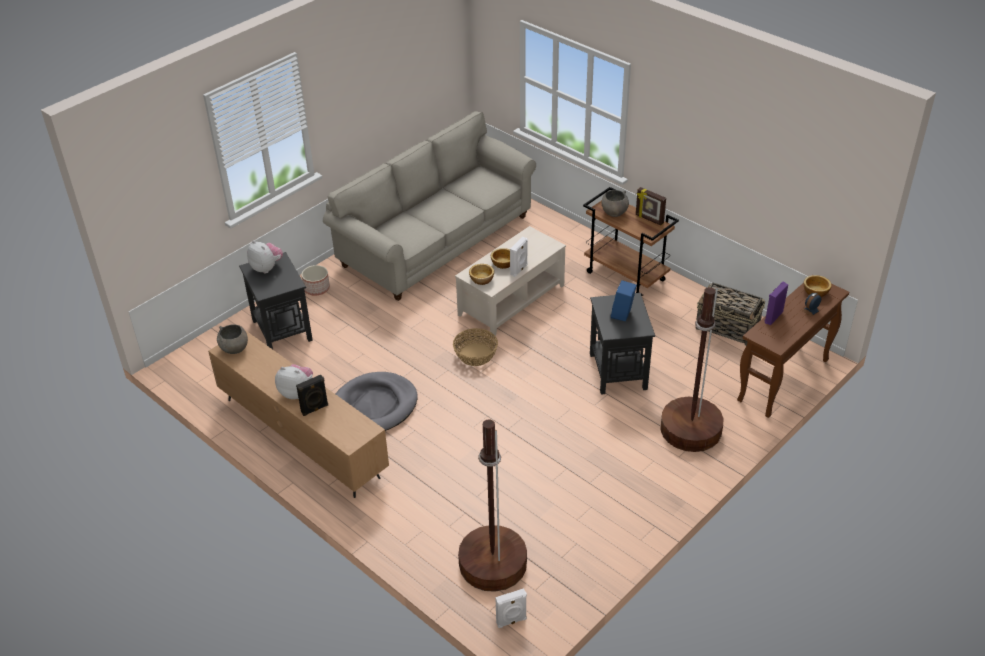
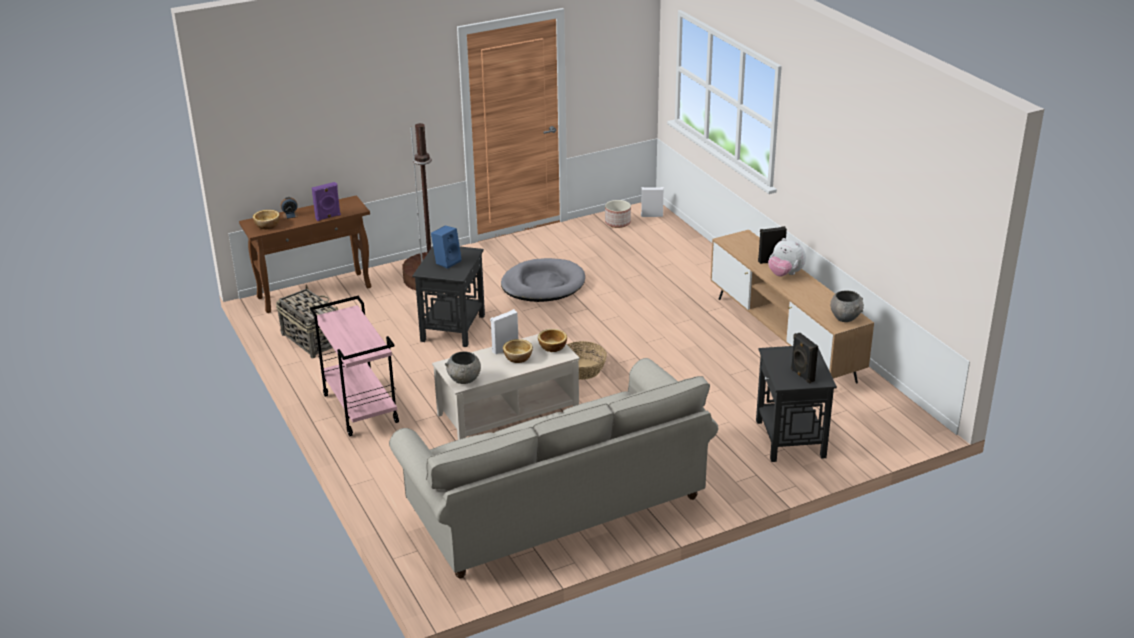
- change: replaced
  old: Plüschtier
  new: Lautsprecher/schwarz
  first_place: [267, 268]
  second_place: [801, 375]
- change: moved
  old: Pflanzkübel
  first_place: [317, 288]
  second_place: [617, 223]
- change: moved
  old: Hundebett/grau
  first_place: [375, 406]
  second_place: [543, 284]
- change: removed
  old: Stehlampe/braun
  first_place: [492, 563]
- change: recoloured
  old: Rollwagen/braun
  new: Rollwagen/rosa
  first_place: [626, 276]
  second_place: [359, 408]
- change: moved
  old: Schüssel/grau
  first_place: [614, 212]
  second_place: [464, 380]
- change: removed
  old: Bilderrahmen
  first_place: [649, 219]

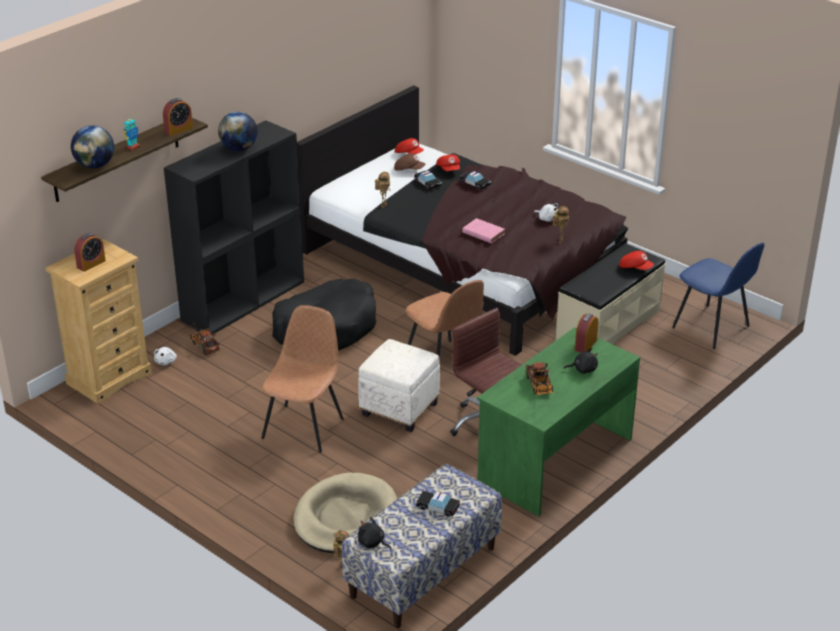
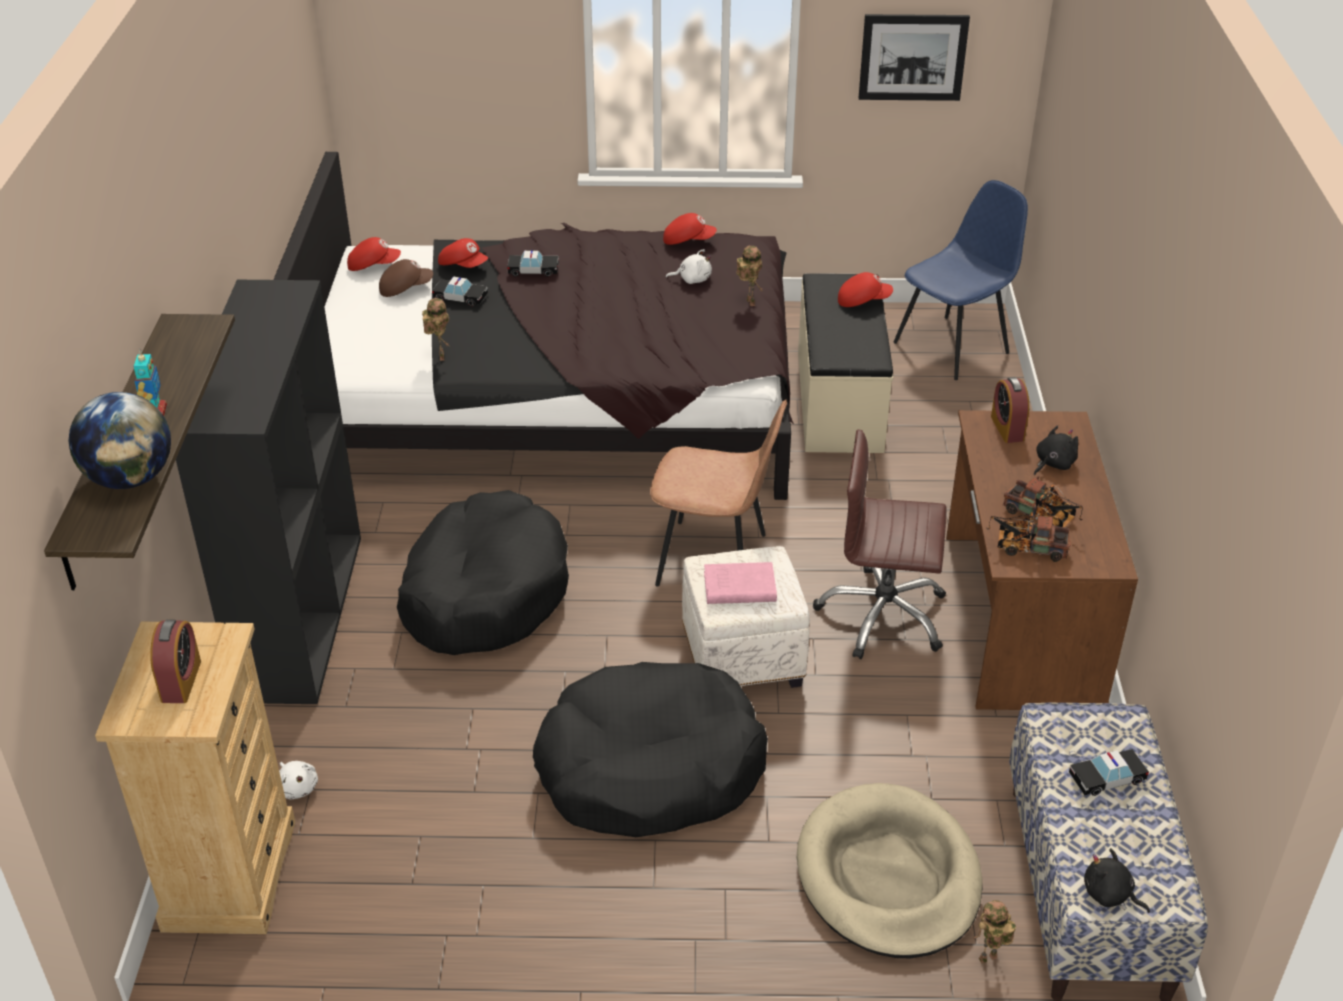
- change: removed
  old: Wecker
  first_place: [178, 129]
- change: moved
  old: Spielzeuglaster
  first_place: [204, 345]
  second_place: [1026, 548]
- change: removed
  old: Globus
  first_place: [239, 148]
- change: replaced
  old: Stuhl/braun
  new: Hundebett/schwarz
  first_place: [304, 427]
  second_place: [649, 769]
- change: turned
  old: Plüschtier/schwarz
  first_place: [372, 543]
  second_place: [1110, 895]
  degrees: 45
- change: moved
  old: Buch/rosa
  first_place: [482, 233]
  second_place: [737, 587]
- change: recoloured
  old: Schreibtisch/grün
  new: Schreibtisch/braun
  first_place: [554, 460]
  second_place: [1018, 619]
- change: turned
  old: Stuhl/blau
  first_place: [712, 328]
  second_place: [953, 347]
  degrees: -45
- change: added
  new: Kappe/rot
  second_place: [688, 241]
- change: added
  new: Bild
  second_place: [913, 57]

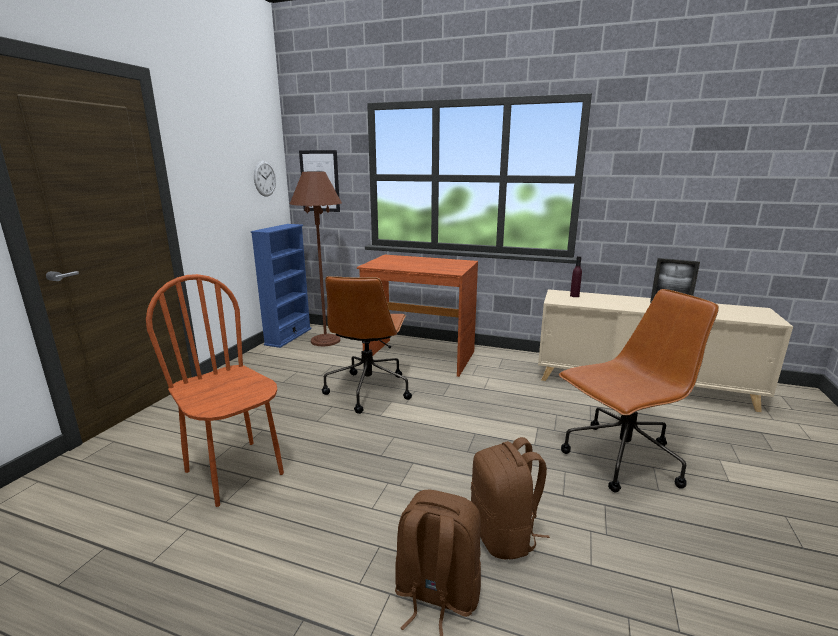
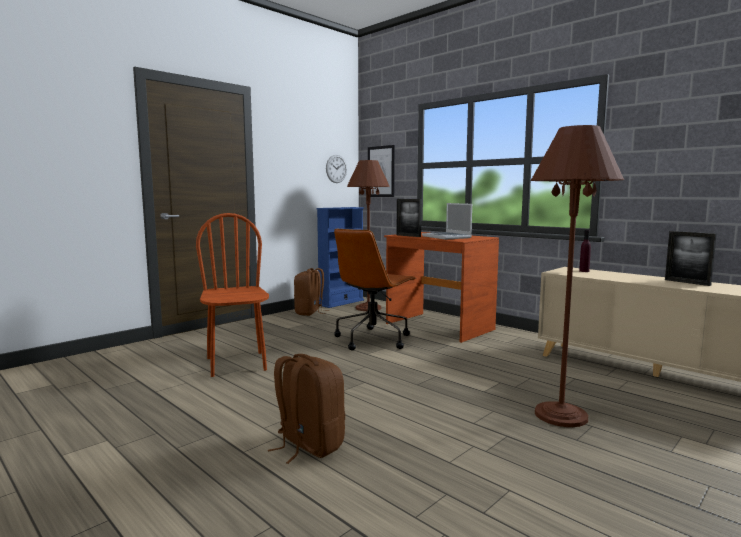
- change: moved
  old: Rucksack/braun
  first_place: [504, 535]
  second_place: [310, 313]
- change: replaced
  old: Bürostuhl/braun
  new: Stehlampe/braun
  first_place: [620, 460]
  second_place: [561, 415]
- change: added
  new: Bilderrahmen
  second_place: [408, 236]
- change: added
  new: Laptop
  second_place: [447, 237]

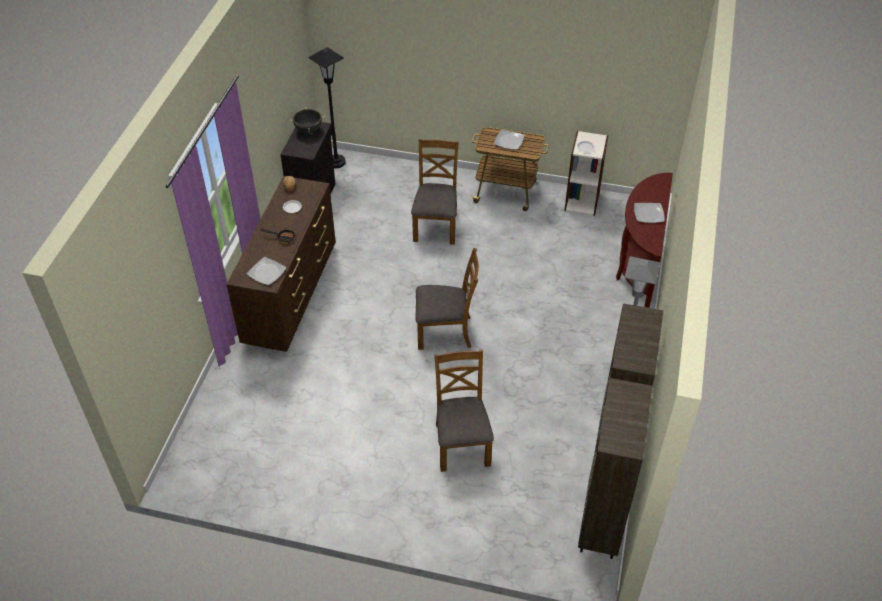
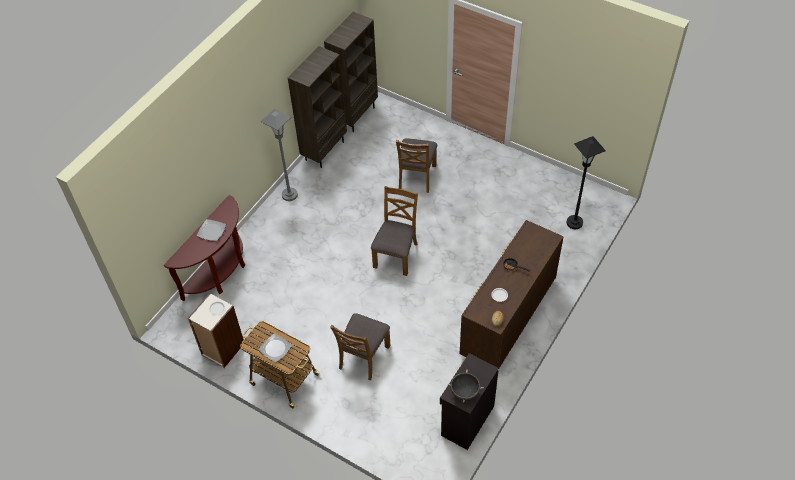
- change: removed
  old: Teller
  first_place: [266, 273]
- change: moved
  old: Stehlampe/schwarz
  first_place: [336, 162]
  second_place: [574, 223]
- change: turned
  old: Stuhl/braun
  first_place: [445, 332]
  second_place: [396, 255]
  degrees: 90

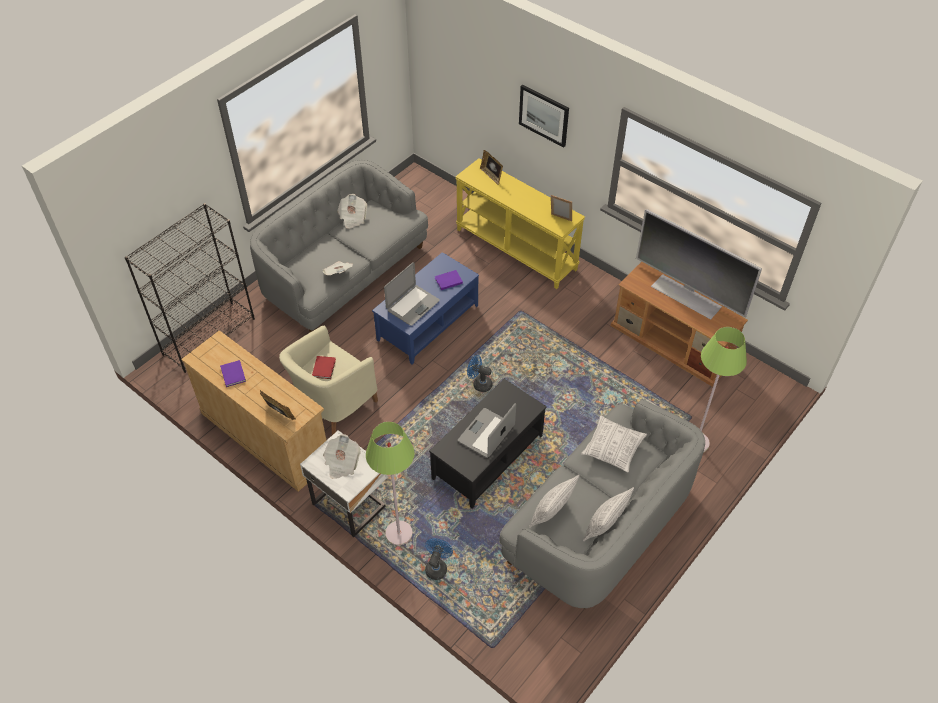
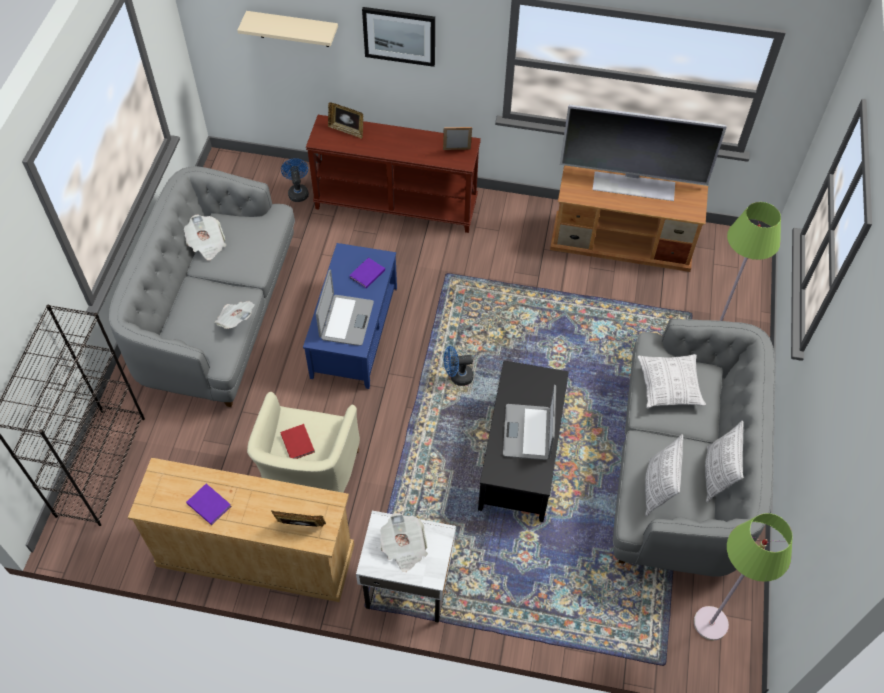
- change: moved
  old: Stehlampe/grün
  first_place: [399, 533]
  second_place: [710, 623]
- change: moved
  old: Ventilator/blau
  first_place: [437, 566]
  second_place: [297, 192]
- change: recoloured
  old: Konsolentisch/gelb
  new: Konsolentisch/braun
  first_place: [517, 249]
  second_place: [396, 204]
- change: added
  new: Wandregal/beige
  second_place: [293, 29]

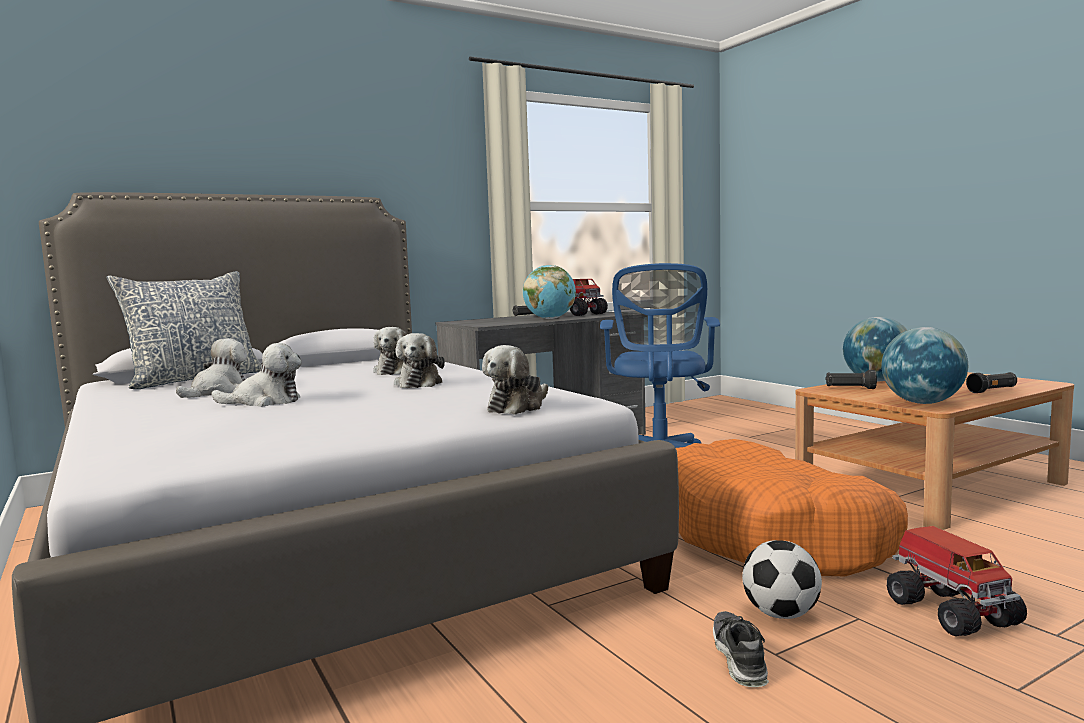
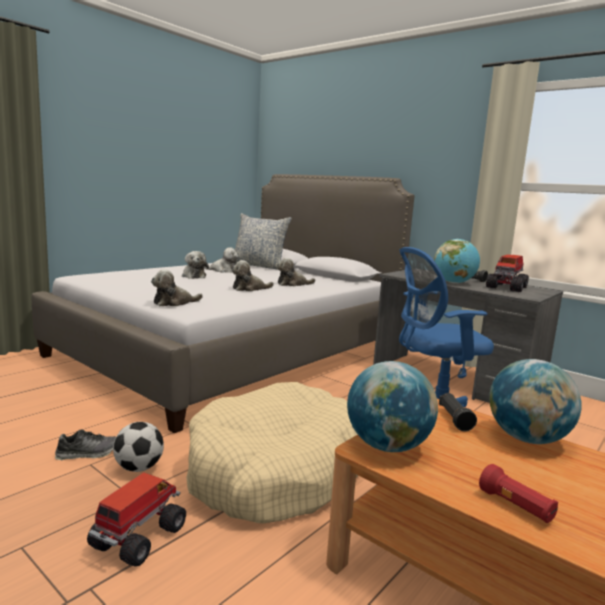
- change: turned
  old: Plüschtier
  first_place: [517, 407]
  second_place: [174, 303]
  degrees: -45
- change: recoloured
  old: Hundebett/orange
  new: Hundebett/beige
  first_place: [773, 536]
  second_place: [275, 470]
- change: turned
  old: Spielzeuglaster
  first_place: [950, 611]
  second_place: [137, 538]
  degrees: 150
- change: recoloured
  old: Taschenlampe/schwarz
  new: Taschenlampe/rot
  first_place: [992, 391]
  second_place: [516, 507]

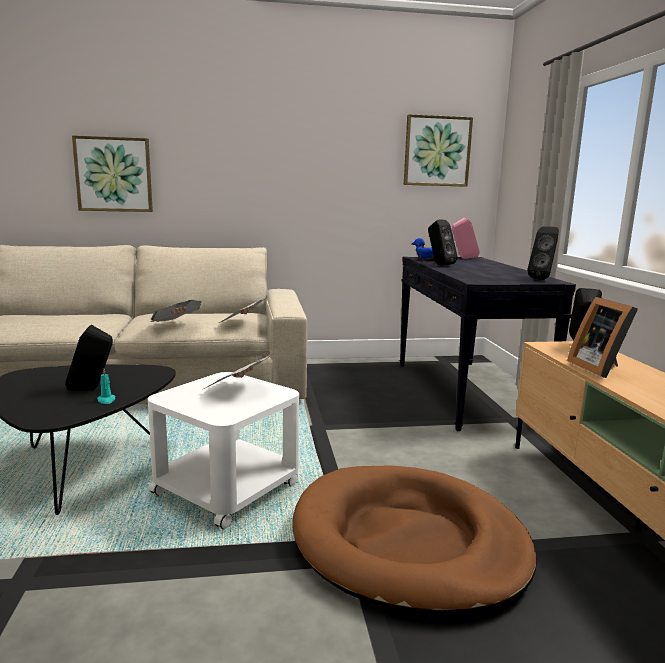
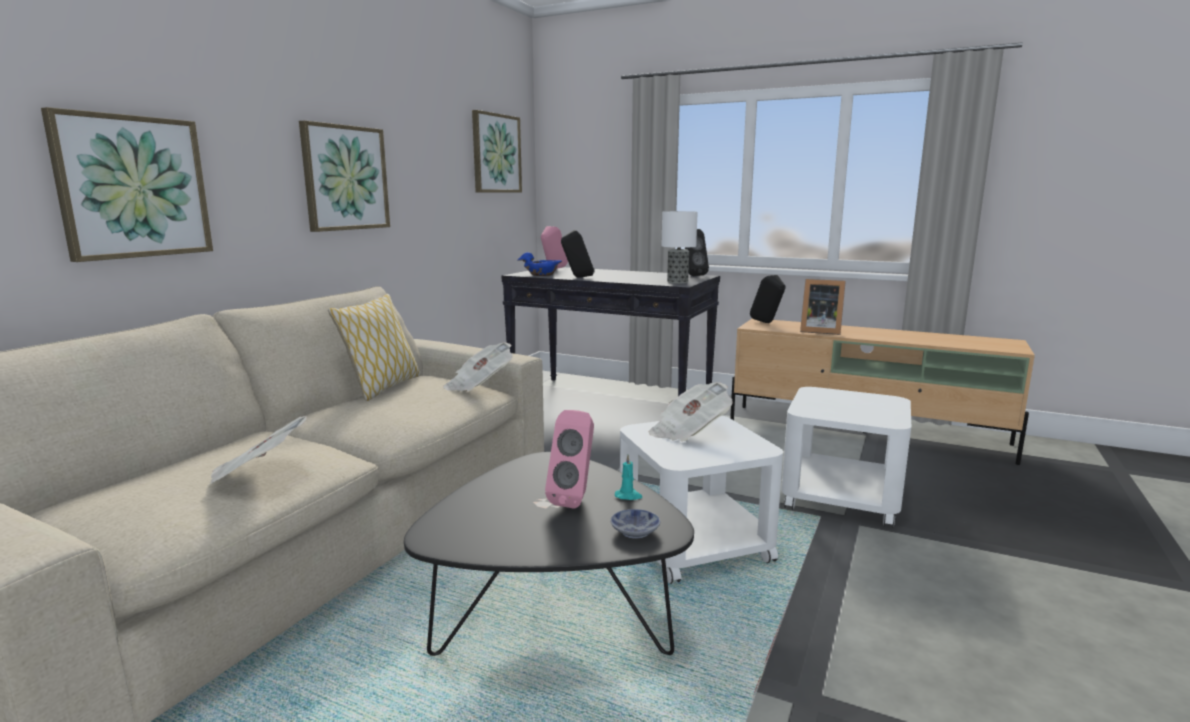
- change: recoloured
  old: Lautsprecher/schwarz
  new: Lautsprecher/rosa
  first_place: [92, 389]
  second_place: [575, 499]
- change: moved
  old: Zeitung
  first_place: [176, 325]
  second_place: [258, 474]
- change: replaced
  old: Hundebett/braun
  new: Beistelltisch/weiß
  first_place: [408, 542]
  second_place: [841, 497]
- change: added
  new: Bild
  second_place: [345, 178]
- change: added
  new: Kissen
  second_place: [382, 388]
- change: added
  new: Schüssel
  second_place: [637, 531]
- change: added
  new: Tischlampe
  second_place: [678, 282]

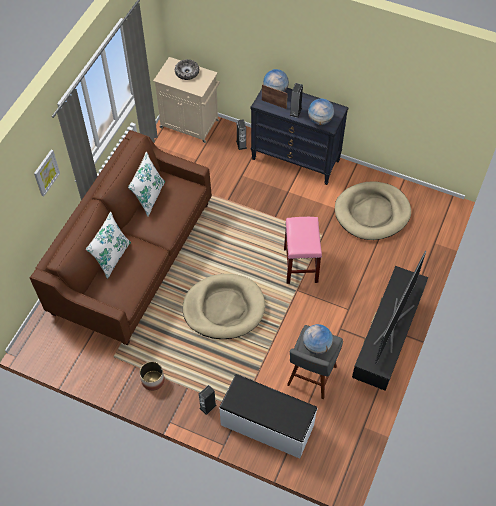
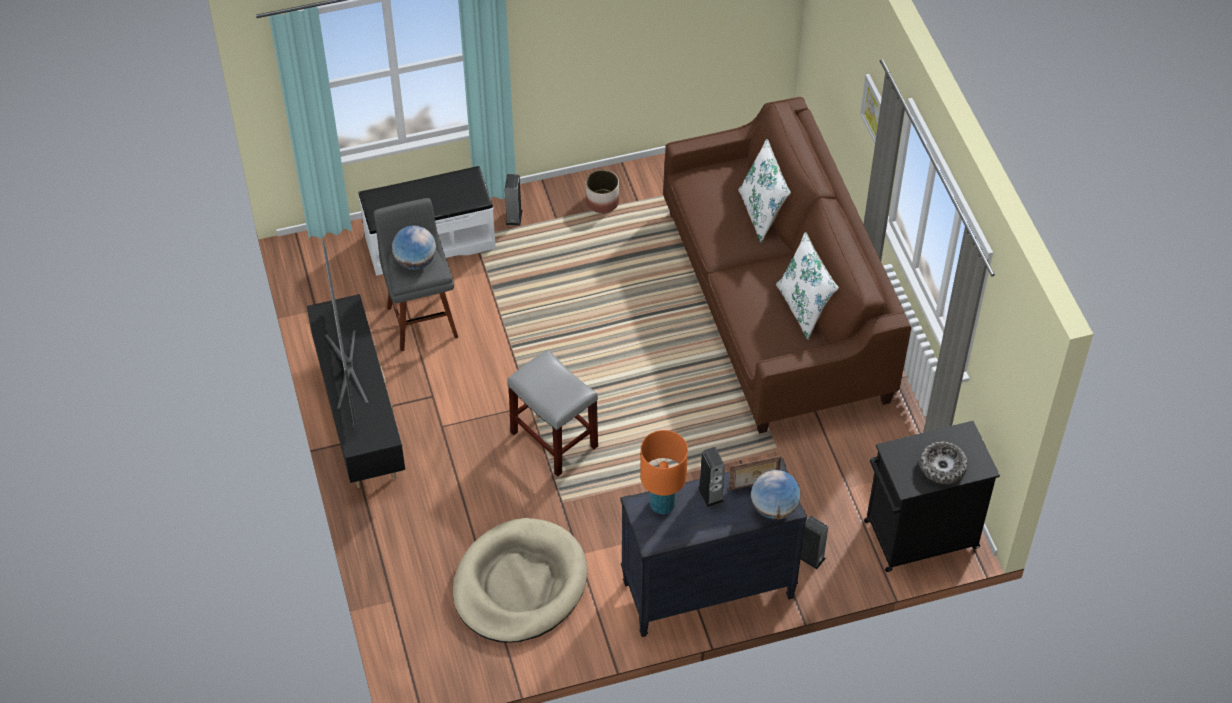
- change: recoloured
  old: Schrank/beige
  new: Schrank/schwarz
  first_place: [190, 124]
  second_place: [918, 535]
- change: removed
  old: Hundebett/beige
  first_place: [224, 308]
- change: recoloured
  old: Hocker/rosa
  new: Hocker/grau
  first_place: [301, 265]
  second_place: [553, 440]
- change: replaced
  old: Globus
  new: Tischlampe/orange
  first_place: [320, 120]
  second_place: [662, 505]

